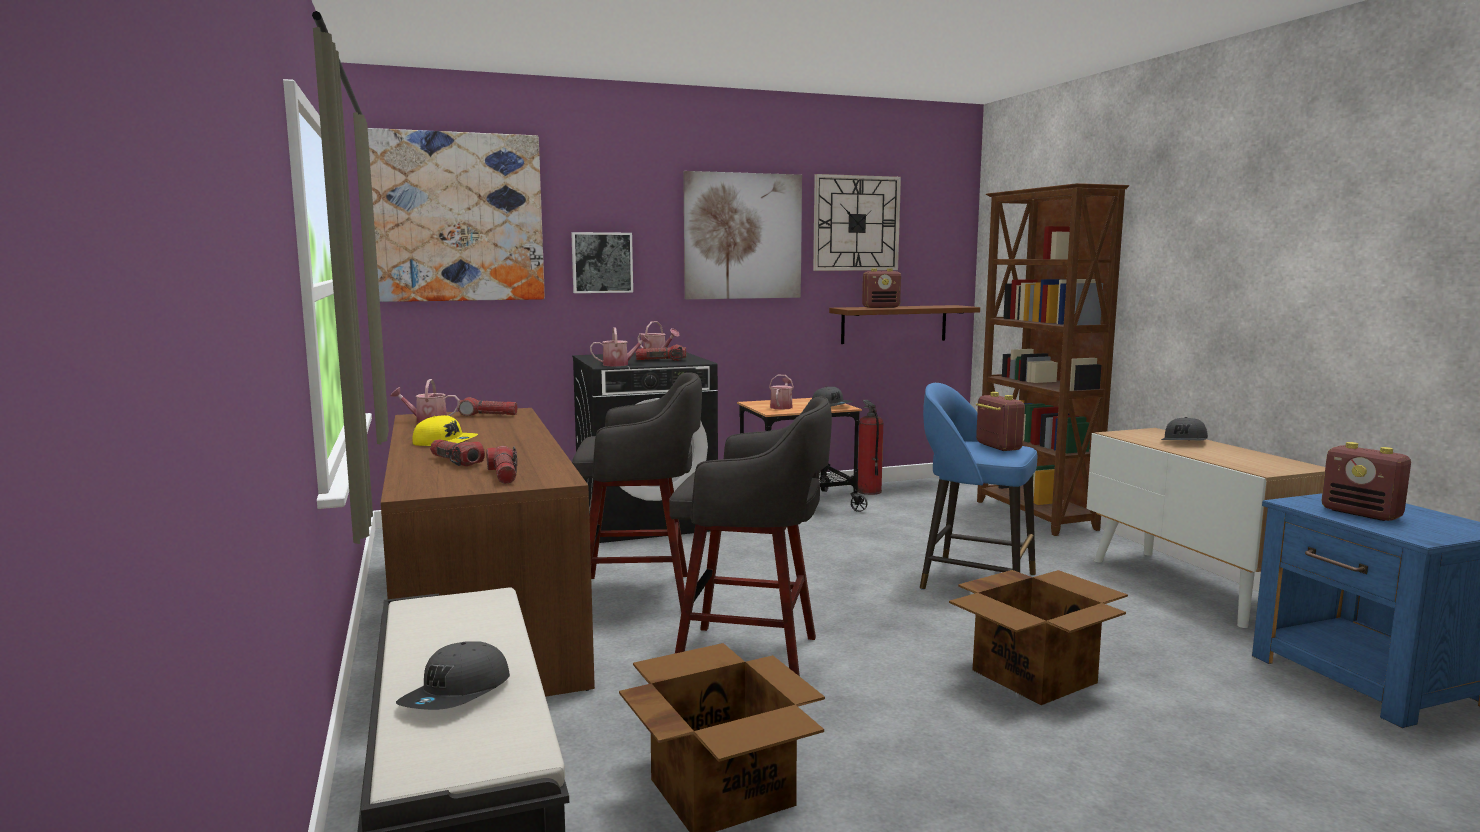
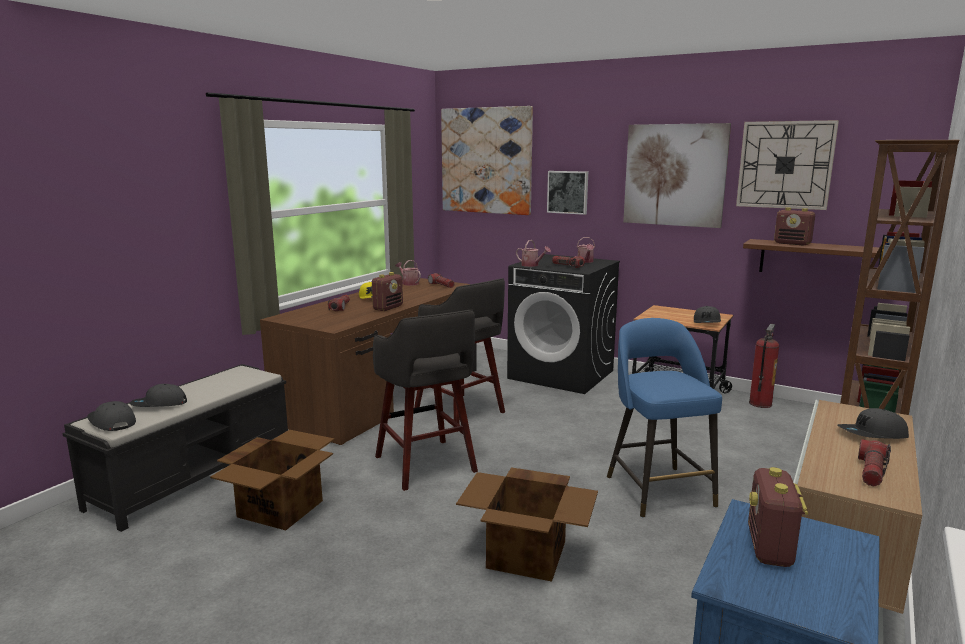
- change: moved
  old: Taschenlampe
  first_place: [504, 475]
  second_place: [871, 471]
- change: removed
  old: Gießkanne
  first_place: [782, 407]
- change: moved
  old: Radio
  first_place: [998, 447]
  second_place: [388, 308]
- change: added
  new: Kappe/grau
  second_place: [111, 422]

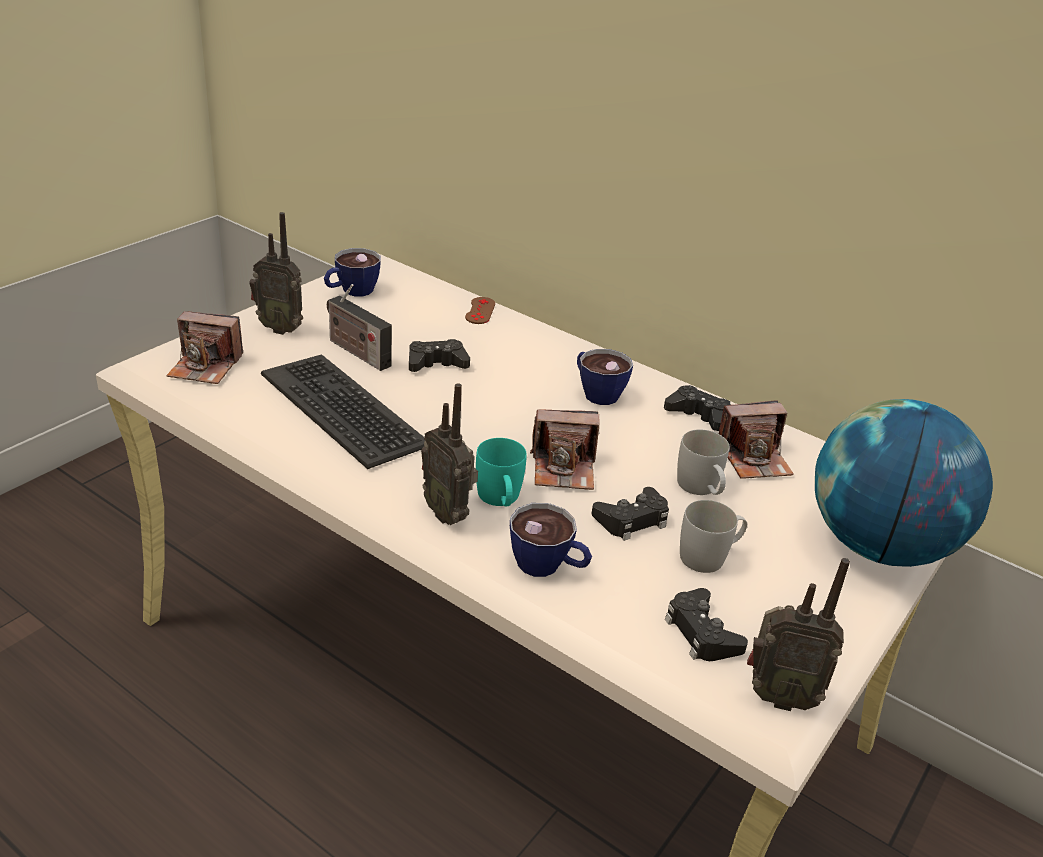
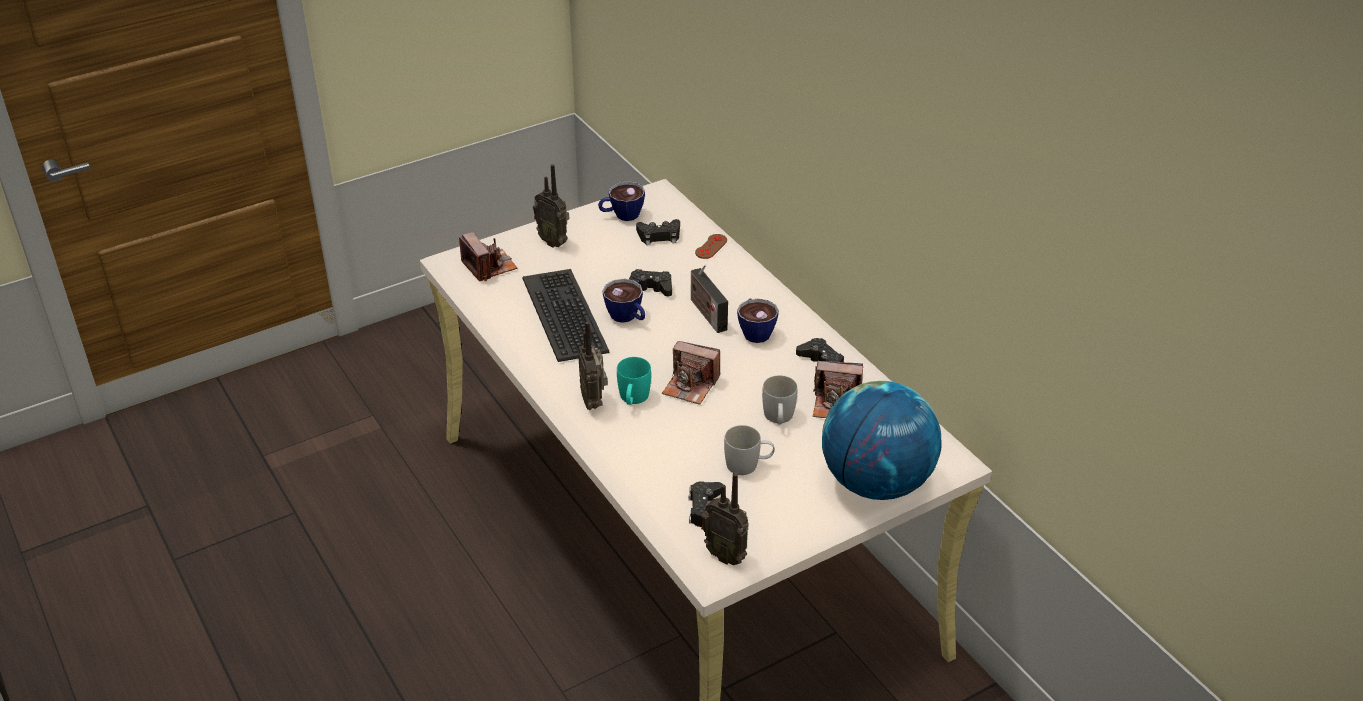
- change: turned
  old: Kamera
  first_place: [205, 367]
  second_place: [489, 266]
  degrees: -150
- change: moved
  old: Radio
  first_place: [356, 352]
  second_place: [706, 313]
- change: moved
  old: Tasse
  first_place: [548, 566]
  second_place: [627, 318]
- change: moved
  old: Gamepad/schwarz
  first_place: [632, 520]
  second_place: [659, 236]

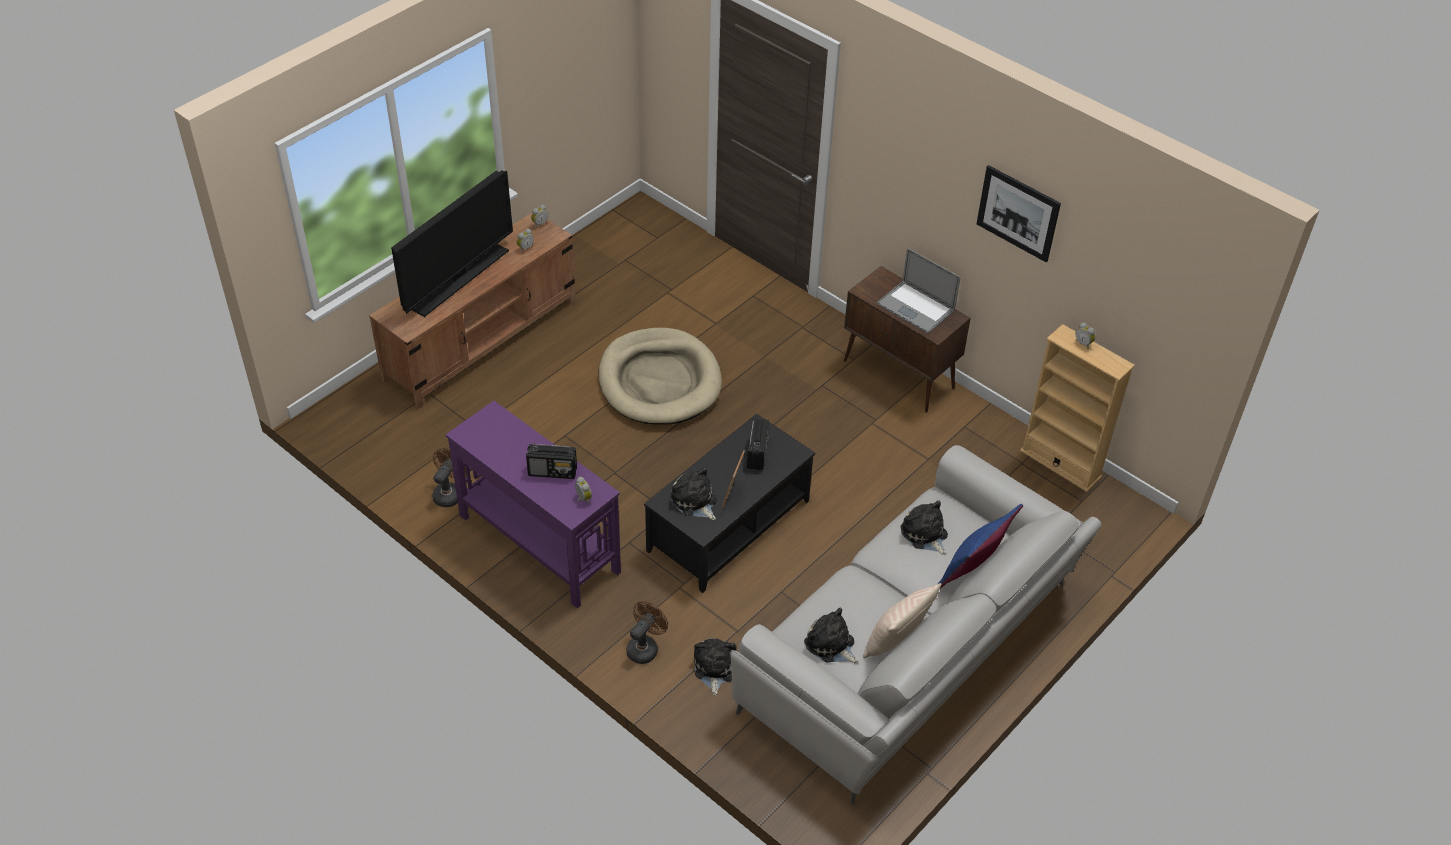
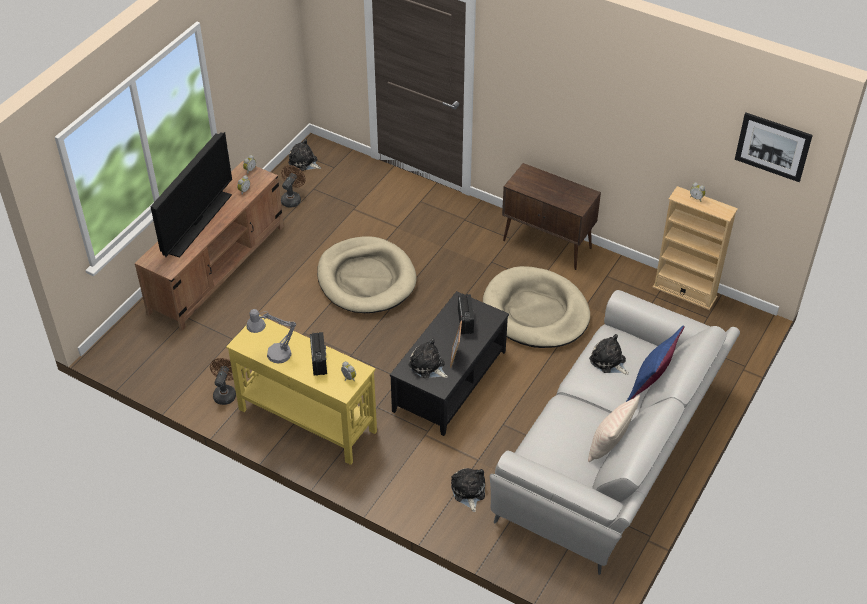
- change: recoloured
  old: Konsolentisch/lila
  new: Konsolentisch/gelb
  first_place: [539, 543]
  second_place: [307, 419]
- change: turned
  old: Radio
  first_place: [553, 471]
  second_place: [319, 361]
  degrees: -90
- change: moved
  old: Ventilator/braun
  first_place: [645, 647]
  second_place: [292, 199]
- change: moved
  old: Plüschtier
  first_place: [831, 645]
  second_place: [304, 162]
- change: removed
  old: Laptop
  first_place: [915, 307]
- change: moved
  old: Bild
  first_place: [1018, 213]
  second_place: [773, 146]
- change: added
  new: Tischlampe/grau
  second_place: [273, 354]
- change: added
  new: Hundebett/beige
  second_place: [535, 312]

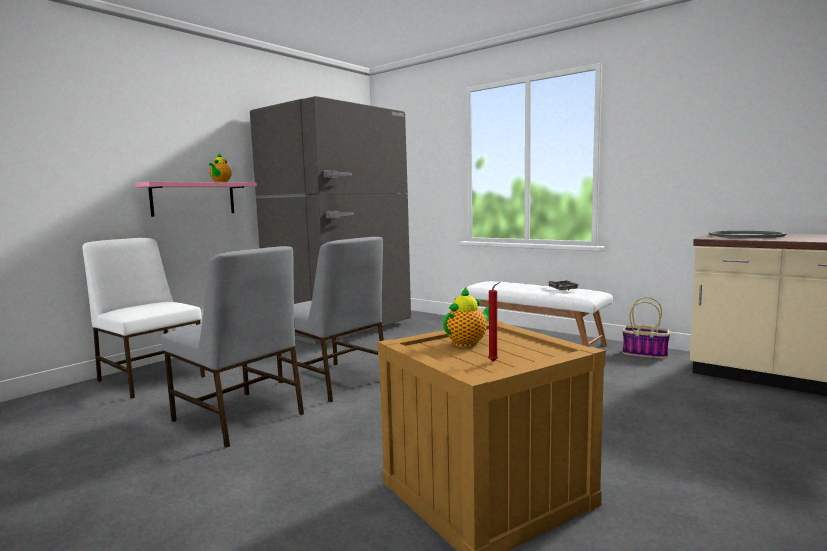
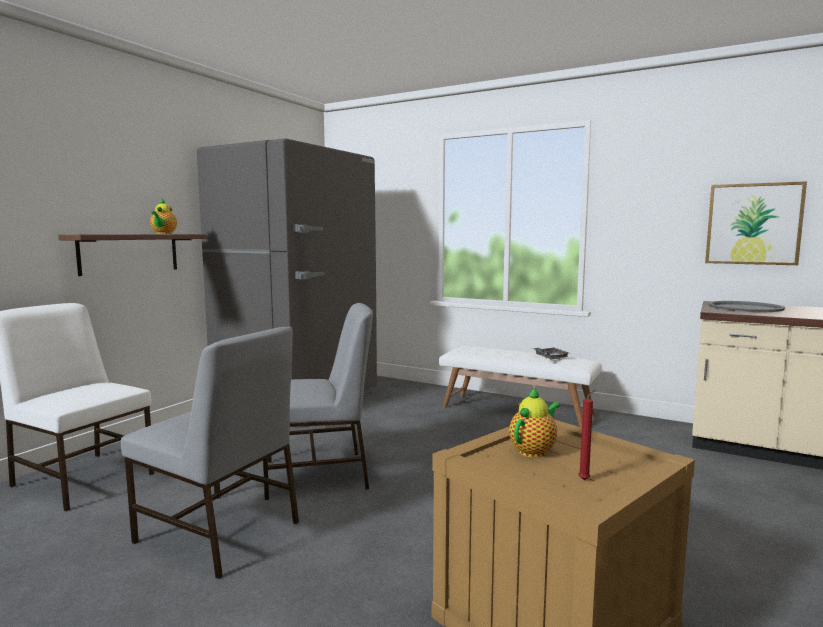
- change: recoloured
  old: Wandregal/rosa
  new: Wandregal/braun
  first_place: [193, 199]
  second_place: [129, 253]
- change: turned
  old: Stuhl/grau
  first_place: [334, 382]
  second_place: [318, 474]
  degrees: -45
- change: removed
  old: Korb
  first_place: [645, 353]
- change: added
  new: Bild
  second_place: [753, 224]

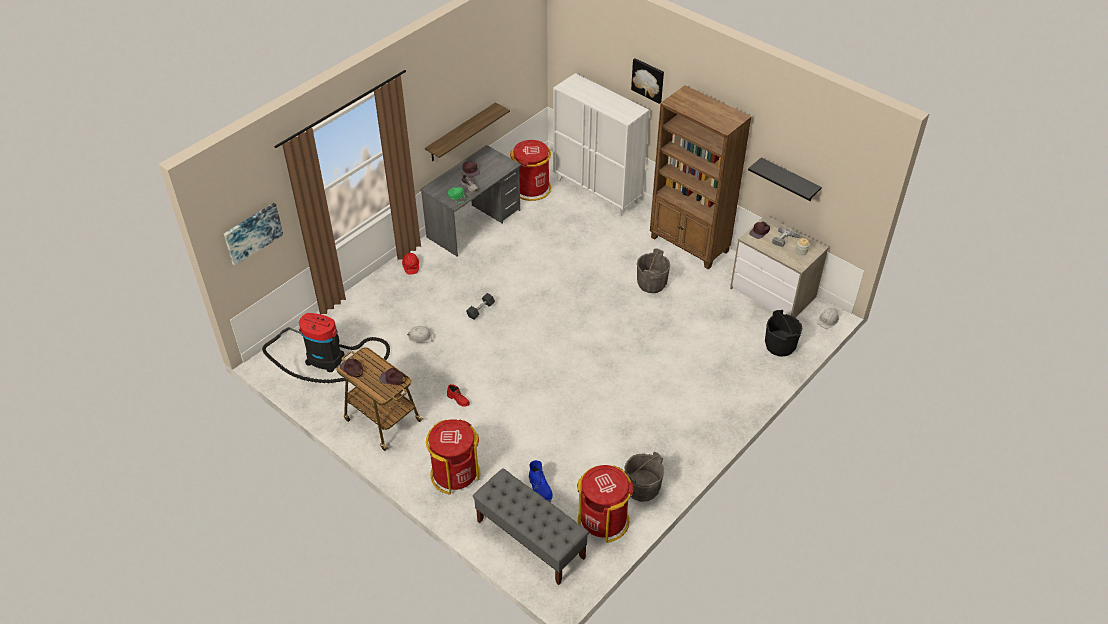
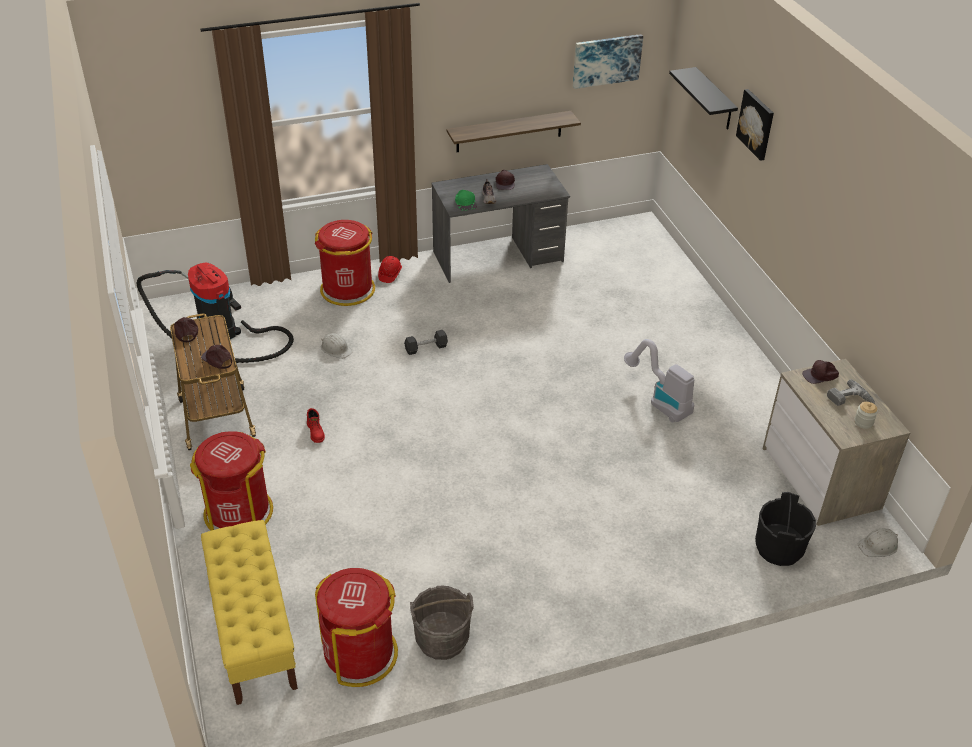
- change: moved
  old: Bild
  first_place: [252, 233]
  second_place: [606, 60]
- change: recoloured
  old: Bank/grau
  new: Bank/gelb
  first_place: [530, 539]
  second_place: [253, 630]
- change: moved
  old: Mülleimer/rot
  first_place: [532, 188]
  second_place: [347, 290]
- change: removed
  old: Stiefel/blau
  first_place: [540, 489]
- change: removed
  old: Schrank/weiß
  first_place: [597, 191]
- change: replaced
  old: Eimer/grau
  new: Staubsauger
  first_place: [651, 283]
  second_place: [659, 401]
- change: removed
  old: Bücherregal/braun
  first_place: [689, 245]
- change: moved
  old: Wandregal/schwarz
  first_place: [789, 180]
  second_place: [714, 100]

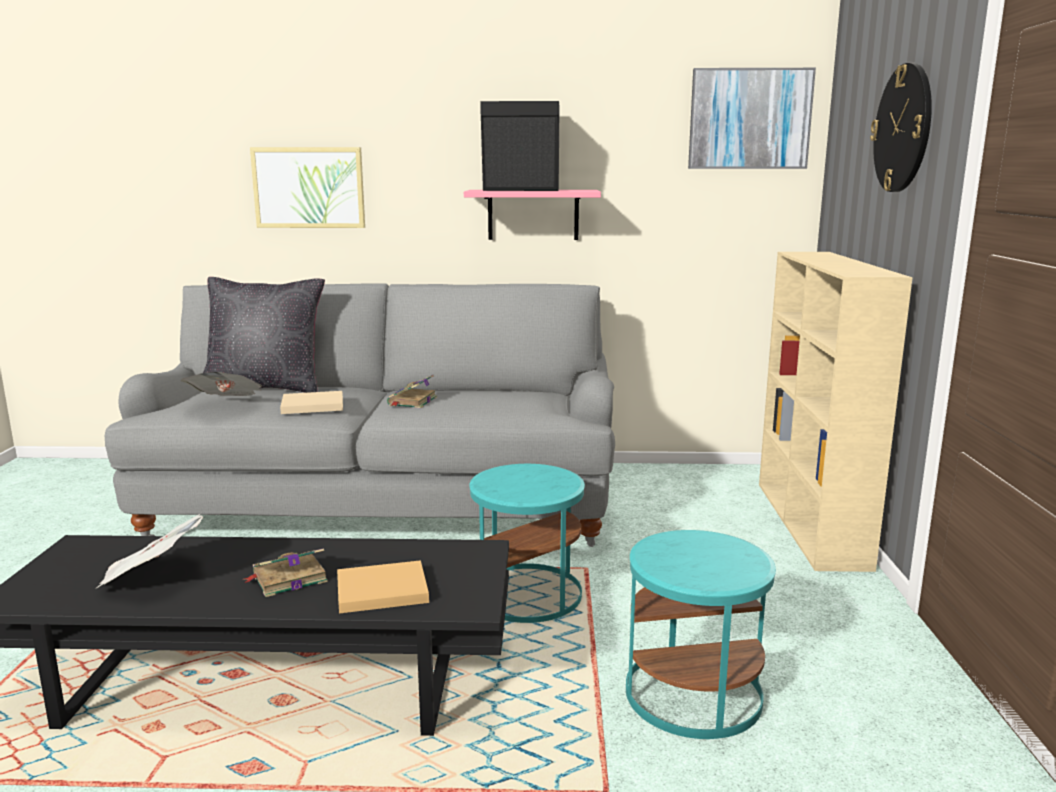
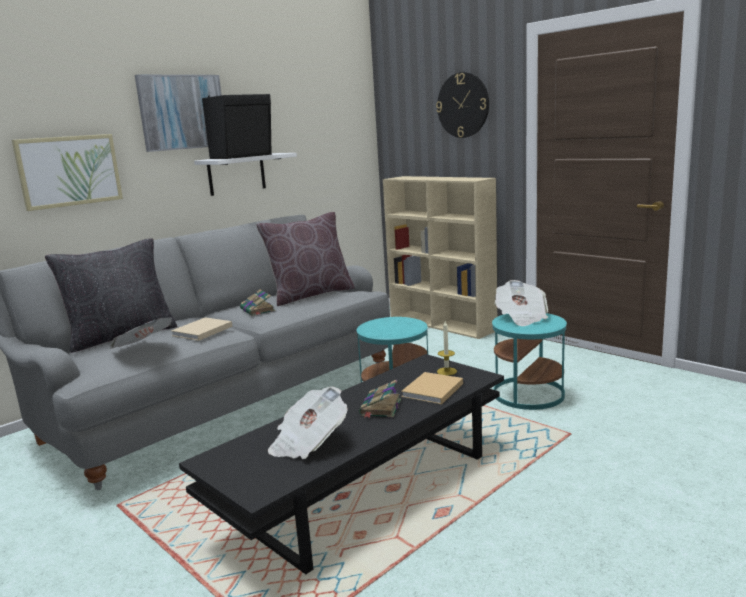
- change: recoloured
  old: Wandregal/rosa
  new: Wandregal/weiß
  first_place: [533, 214]
  second_place: [236, 174]
- change: moved
  old: Bild
  first_place: [749, 119]
  second_place: [182, 112]
- change: added
  new: Kissen/braun
  second_place: [310, 295]
- change: added
  new: Kerze
  second_place: [446, 371]
- change: added
  new: Zeitung
  second_place: [521, 317]

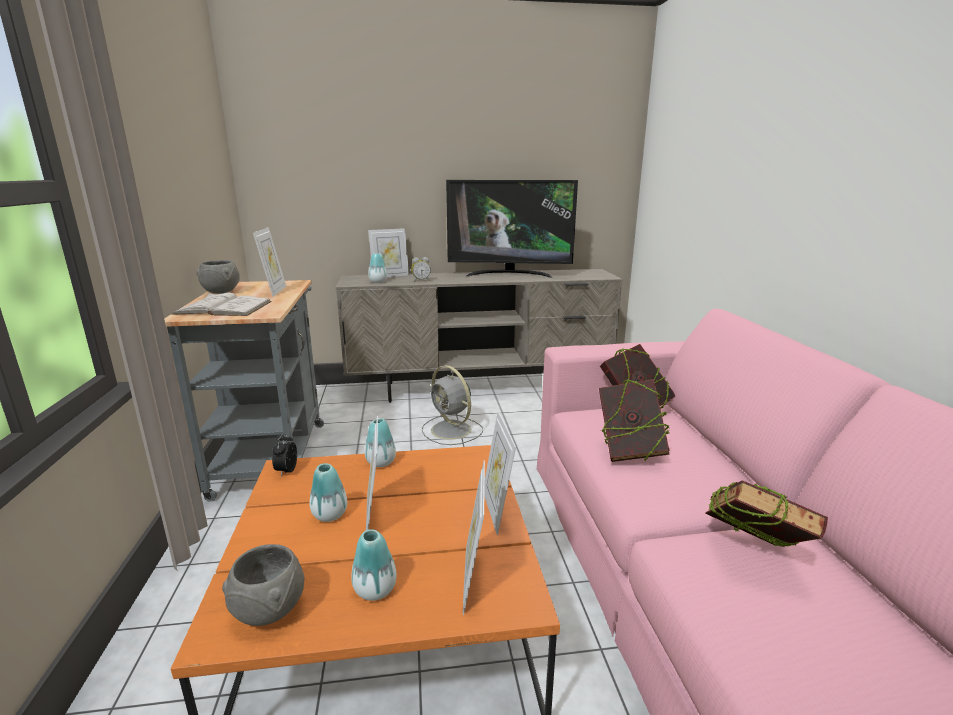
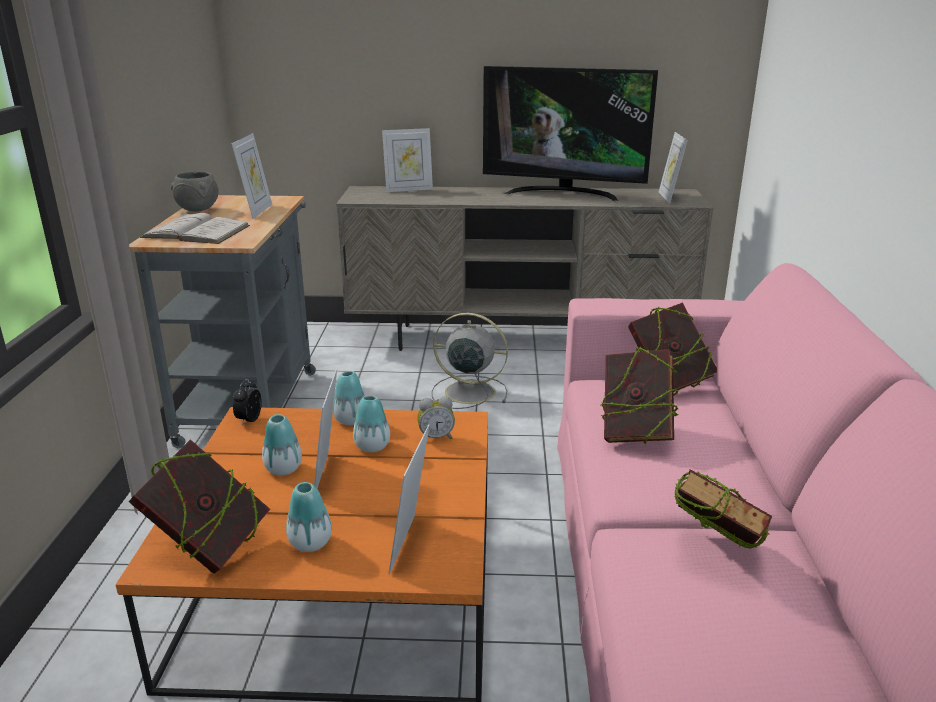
- change: replaced
  old: Schüssel/grau
  new: Buch
  first_place: [270, 610]
  second_place: [209, 549]
- change: moved
  old: Vase
  first_place: [378, 282]
  second_place: [372, 446]
- change: moved
  old: Wecker
  first_place: [421, 281]
  second_place: [436, 437]
- change: turned
  old: Ventilator/grau
  first_place: [452, 430]
  second_place: [467, 392]
  degrees: 135
- change: moved
  old: Bilderrahmen
  first_place: [497, 510]
  second_place: [669, 197]

